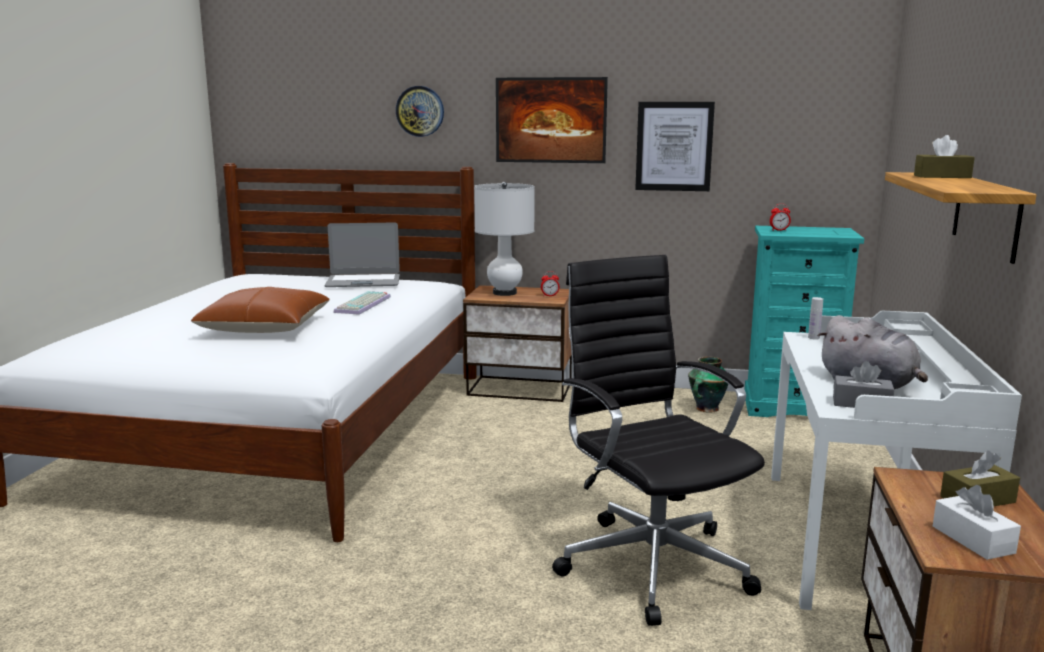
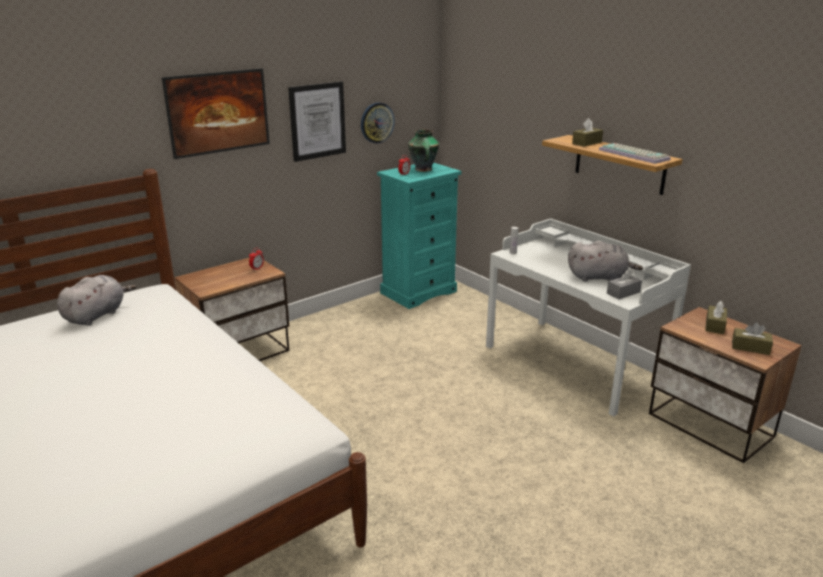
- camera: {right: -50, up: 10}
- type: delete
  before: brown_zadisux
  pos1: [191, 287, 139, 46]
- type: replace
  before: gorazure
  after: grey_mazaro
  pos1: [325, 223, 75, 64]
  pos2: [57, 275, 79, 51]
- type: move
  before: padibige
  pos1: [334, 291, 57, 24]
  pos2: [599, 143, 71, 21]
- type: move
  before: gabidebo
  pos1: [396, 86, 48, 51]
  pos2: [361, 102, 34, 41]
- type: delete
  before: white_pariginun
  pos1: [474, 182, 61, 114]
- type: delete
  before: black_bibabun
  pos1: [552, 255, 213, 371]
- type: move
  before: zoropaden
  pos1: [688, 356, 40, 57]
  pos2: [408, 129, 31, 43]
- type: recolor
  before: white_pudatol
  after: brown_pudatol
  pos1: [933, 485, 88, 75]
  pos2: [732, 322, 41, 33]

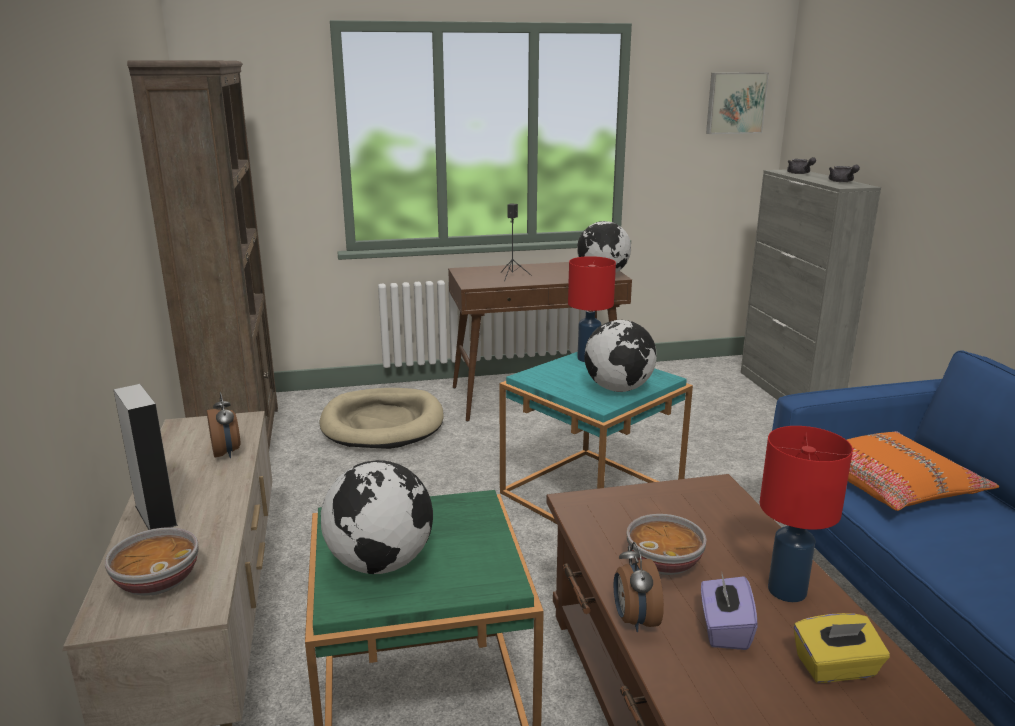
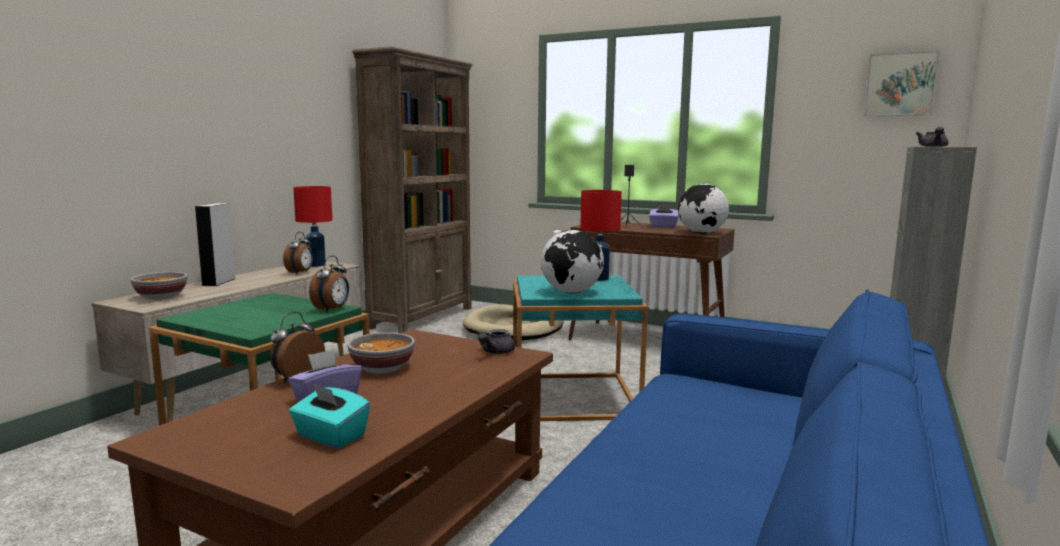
- camera: {right: 40, up: -10}
- type: delete
  before: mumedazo
  pos1: [321, 460, 112, 114]
- type: move
  before: red_pariginun
  pos1: [759, 426, 94, 176]
  pos2: [293, 186, 39, 81]
- type: recolor
  before: yellow_pudatol
  after: turquoise_pudatol
  pos1: [794, 613, 96, 70]
  pos2: [289, 383, 81, 65]
- type: move
  before: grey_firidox
  pos1: [829, 165, 31, 17]
  pos2: [476, 329, 39, 25]
- type: delete
  before: orange_zadisux
  pos1: [847, 431, 152, 80]
- type: insert
  after: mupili
  pos2: [309, 256, 40, 56]
- type: insert
  after: purple_pudatol
  pos2: [649, 204, 30, 24]

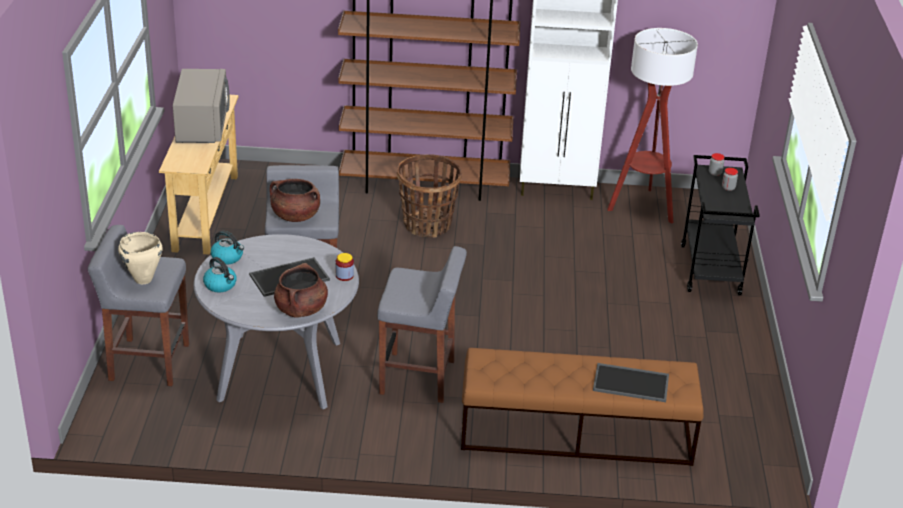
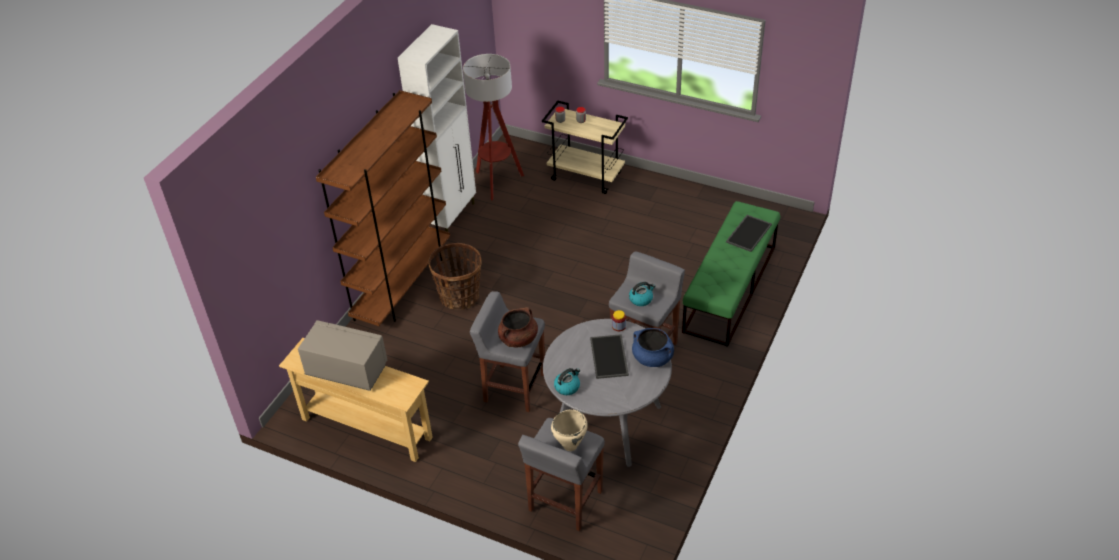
- camera: {right: -65, up: 10}
- type: move
  before: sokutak
  pos1: [203, 257, 34, 35]
  pos2: [629, 282, 26, 24]
- type: recolor
  before: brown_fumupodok
  after: blue_fumupodok
  pos1: [274, 263, 54, 55]
  pos2: [632, 328, 42, 39]
- type: recolor
  before: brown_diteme
  after: green_diteme
  pos1: [461, 348, 243, 118]
  pos2: [682, 201, 98, 146]
- type: recolor
  before: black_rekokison
  after: beige_rekokison
  pos1: [681, 155, 79, 140]
  pos2: [542, 101, 86, 93]

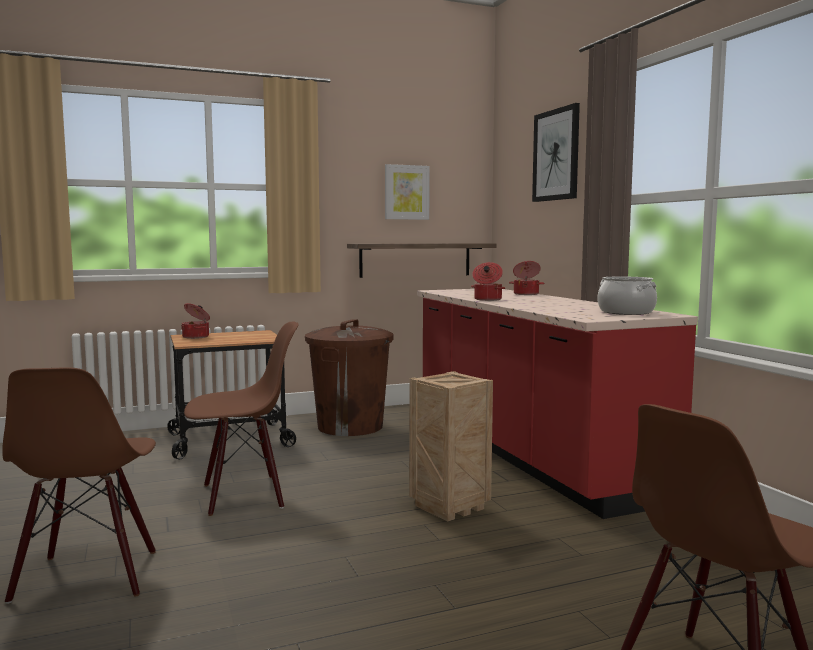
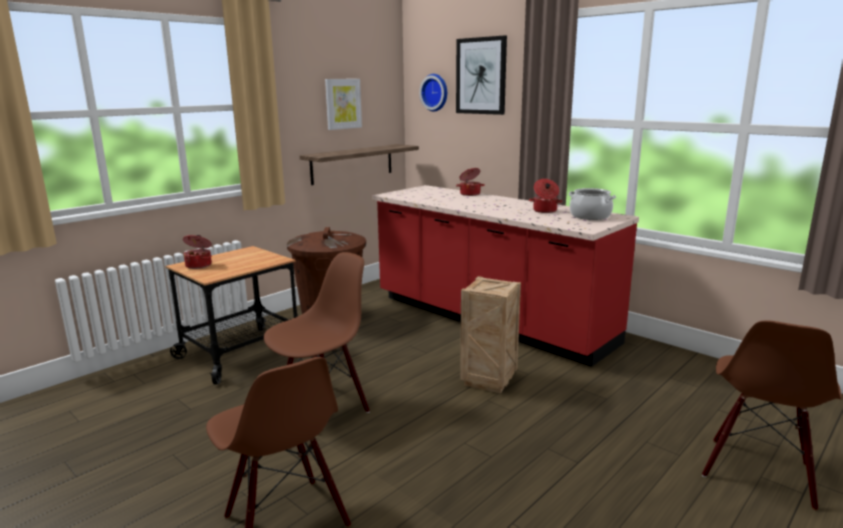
- camera: {right: -25, up: 10}
- type: move
  before: fumupodok
  pos1: [471, 262, 34, 39]
  pos2: [529, 179, 34, 34]
- type: insert
  after: gabidebo
  pos2: [419, 74, 28, 38]

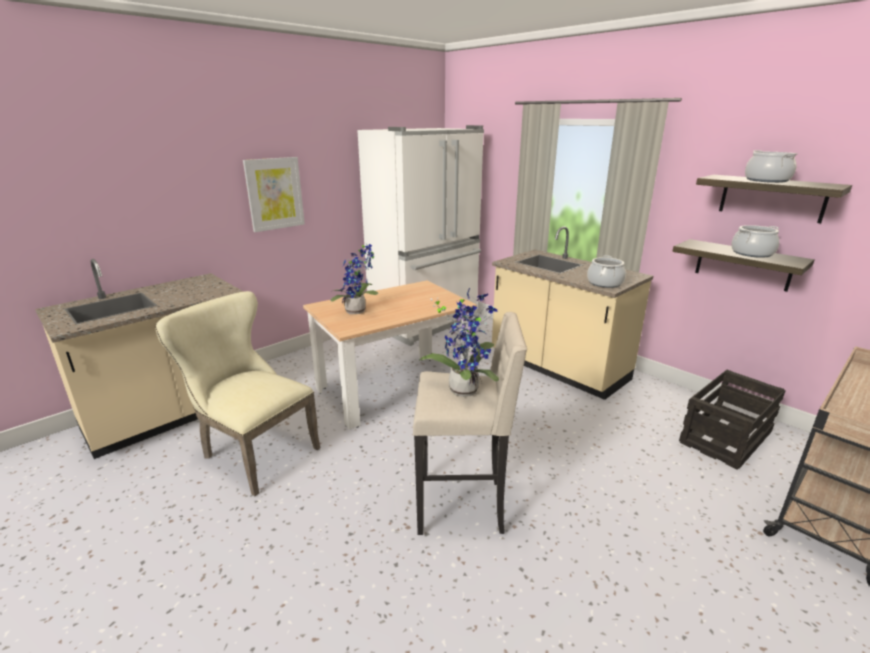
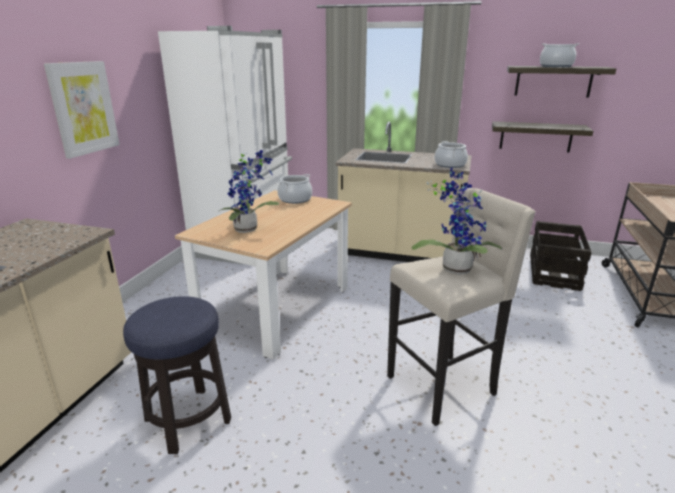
- camera: {right: -30, up: 0}
- type: replace
  before: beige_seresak
  after: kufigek
  pos1: [155, 291, 165, 205]
  pos2: [123, 296, 108, 158]
- type: move
  before: fumupodok
  pos1: [731, 225, 48, 33]
  pos2: [277, 174, 35, 30]

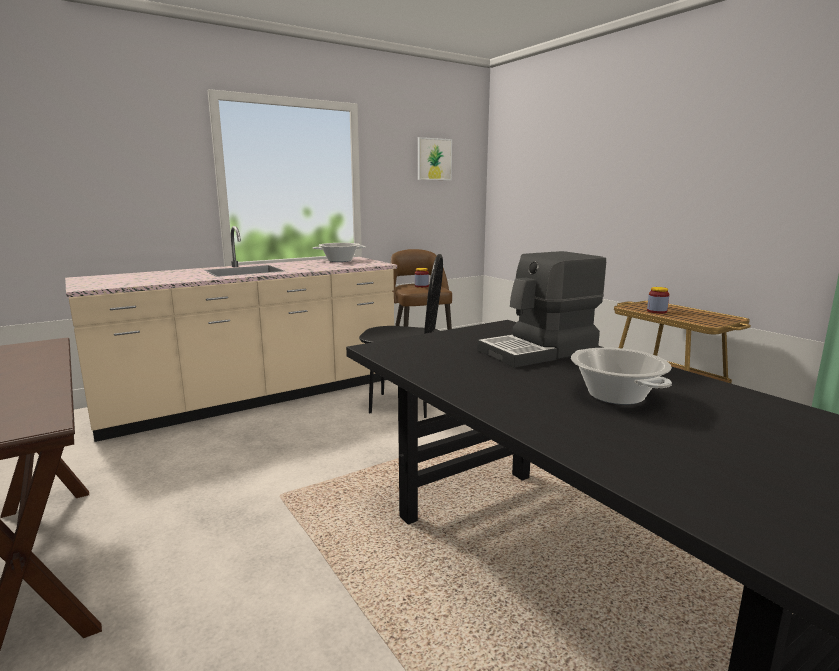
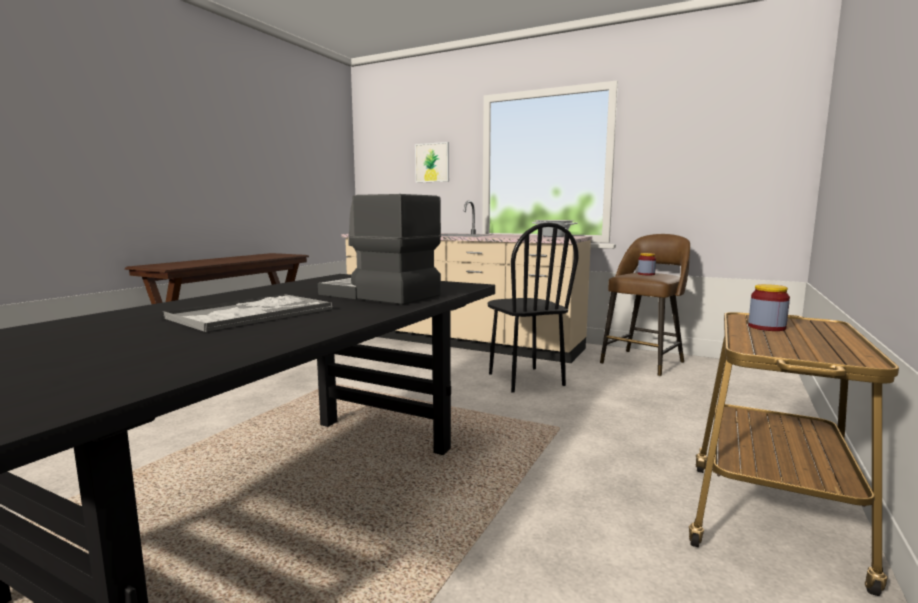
- camera: {right: 60, up: -5}
- type: move
  before: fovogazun
  pos1: [418, 137, 34, 43]
  pos2: [415, 142, 34, 41]
- type: replace
  before: fumupodok
  after: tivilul
  pos1: [571, 348, 101, 57]
  pos2: [162, 294, 170, 38]

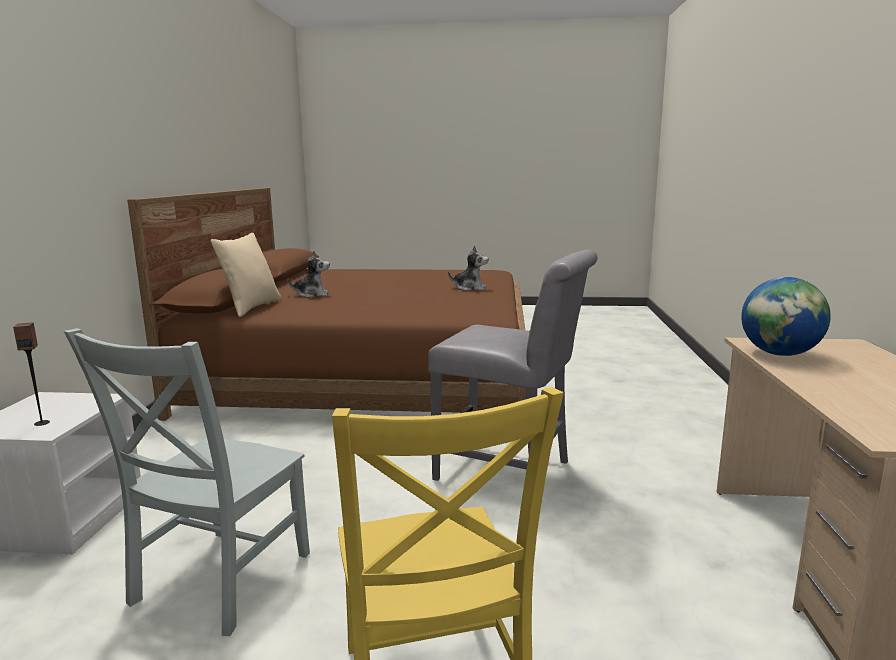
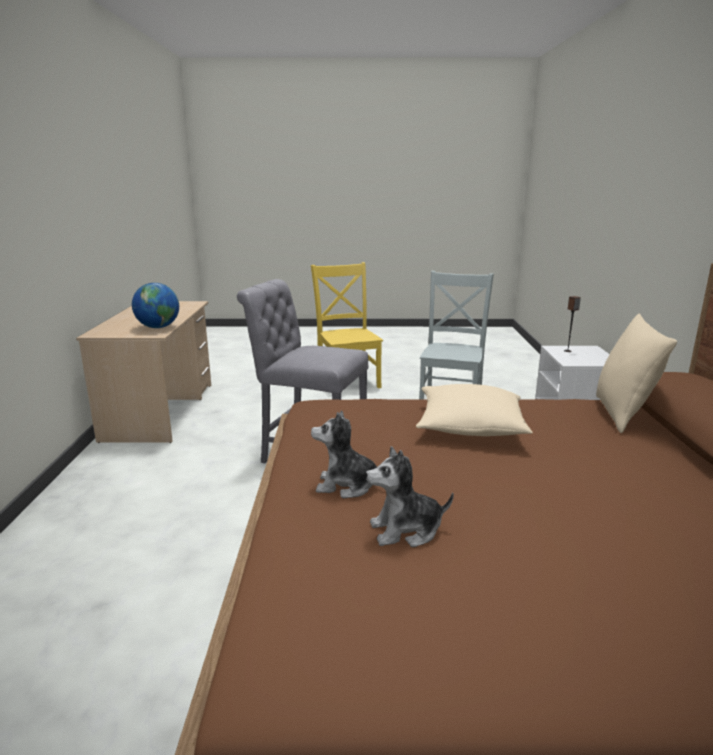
- camera: {right: 175, up: 5}
- type: move
  before: mazaro
  pos1: [287, 251, 43, 47]
  pos2: [366, 446, 88, 101]
- type: insert
  after: beige_zadisux
  pos2: [416, 384, 117, 52]

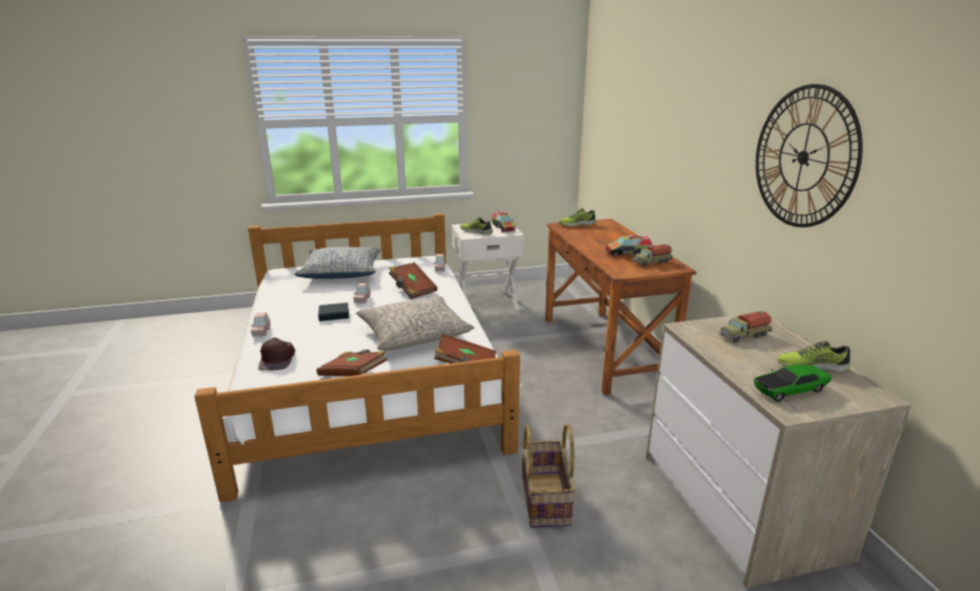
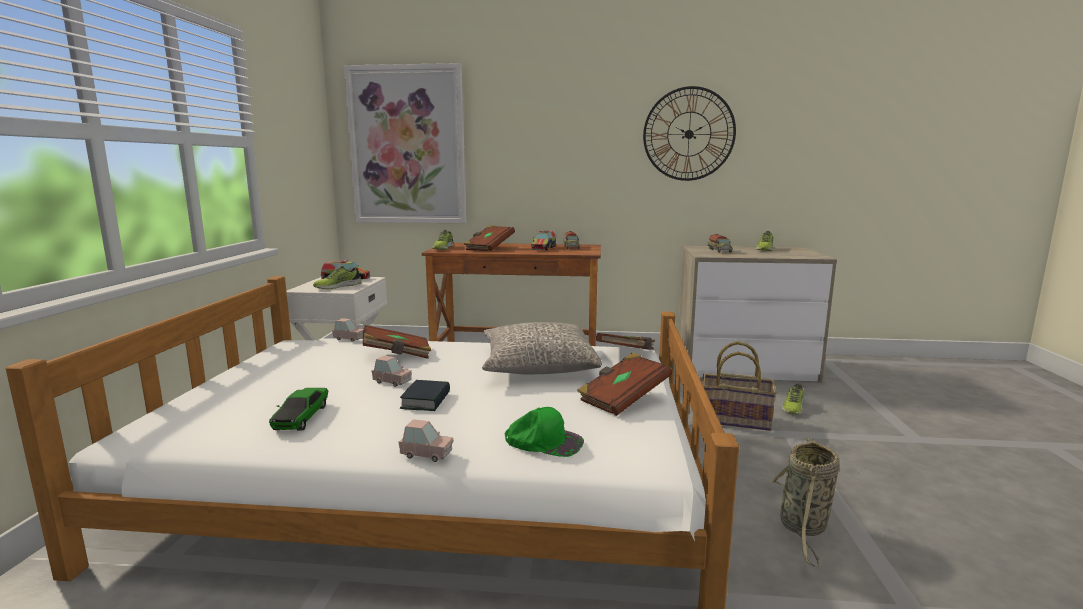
- camera: {right: -70, up: -10}
- type: recolor
  before: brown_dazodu
  after: green_dazodu
  pos1: [258, 337, 37, 33]
  pos2: [505, 407, 79, 50]
- type: delete
  before: zadisux
  pos1: [295, 247, 86, 32]
- type: move
  before: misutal
  pos1: [754, 364, 78, 38]
  pos2: [269, 388, 59, 43]
- type: insert
  after: fovogazun
  pos2: [344, 63, 122, 160]
- type: insert
  after: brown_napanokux
  pos2: [464, 225, 51, 26]
- type: insert
  after: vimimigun
  pos2: [770, 438, 70, 130]
- type: insert
  after: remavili
  pos2: [782, 384, 22, 30]

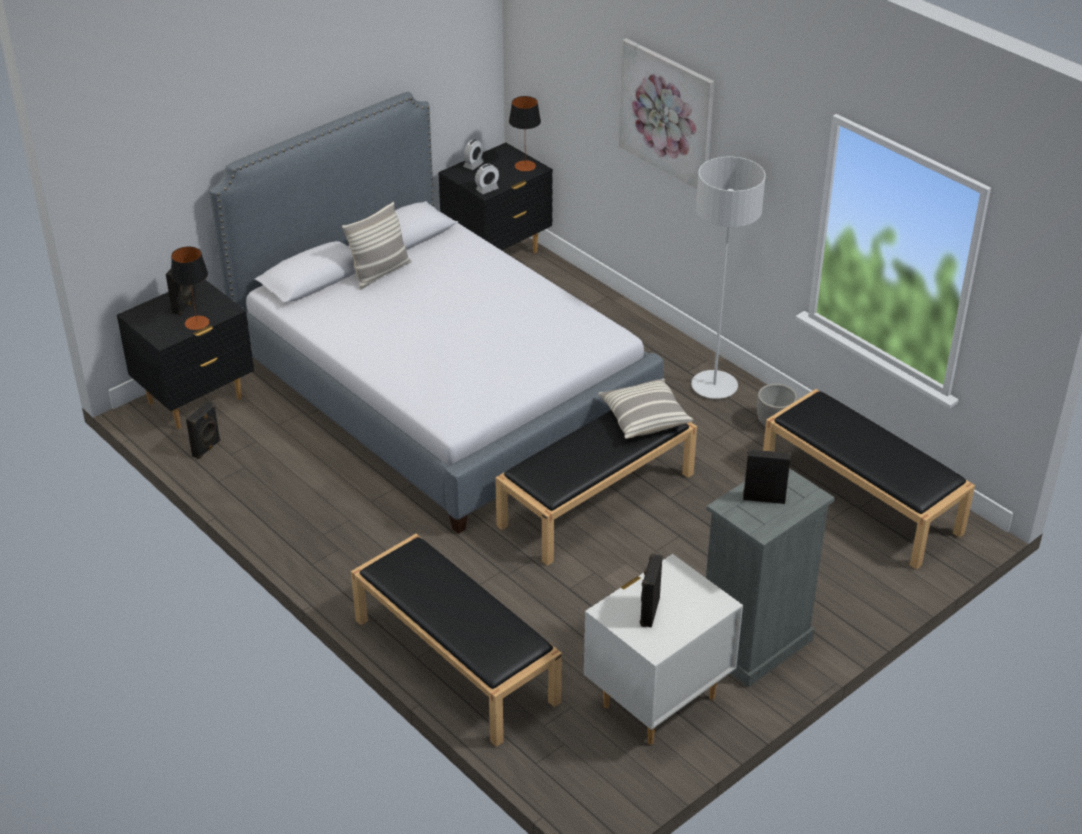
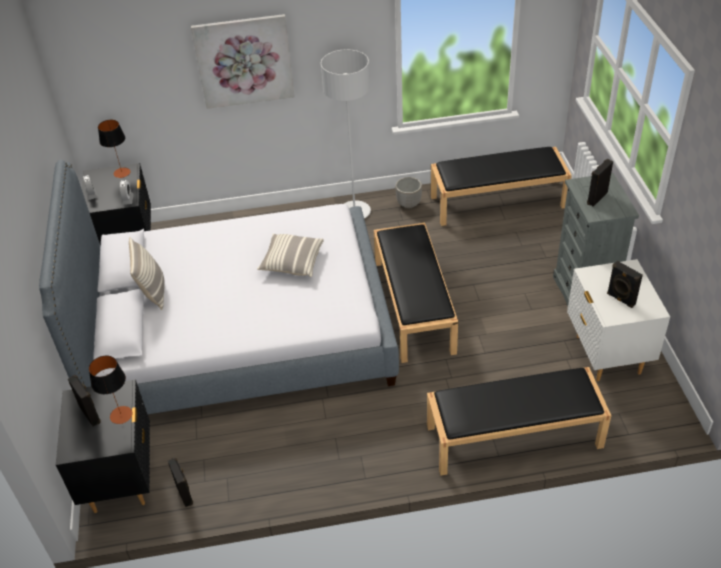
- camera: {right: -55, up: 5}
- type: move
  before: zadisux
  pos1: [598, 378, 95, 61]
  pos2: [257, 234, 67, 43]

